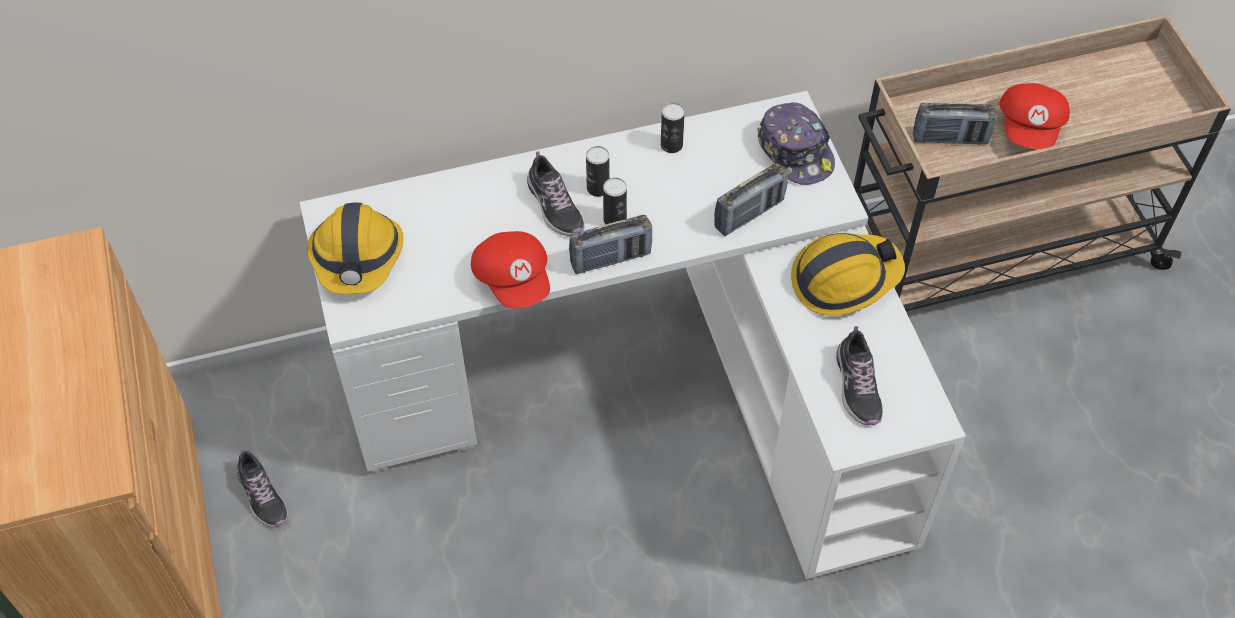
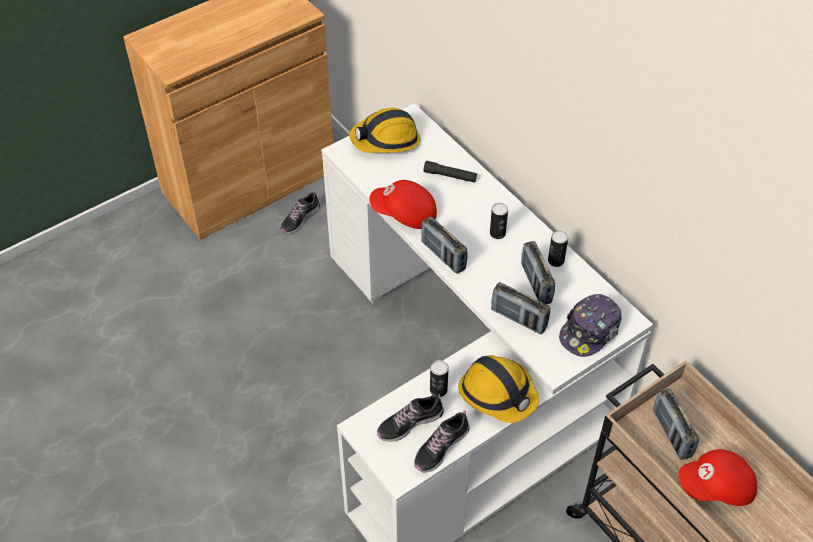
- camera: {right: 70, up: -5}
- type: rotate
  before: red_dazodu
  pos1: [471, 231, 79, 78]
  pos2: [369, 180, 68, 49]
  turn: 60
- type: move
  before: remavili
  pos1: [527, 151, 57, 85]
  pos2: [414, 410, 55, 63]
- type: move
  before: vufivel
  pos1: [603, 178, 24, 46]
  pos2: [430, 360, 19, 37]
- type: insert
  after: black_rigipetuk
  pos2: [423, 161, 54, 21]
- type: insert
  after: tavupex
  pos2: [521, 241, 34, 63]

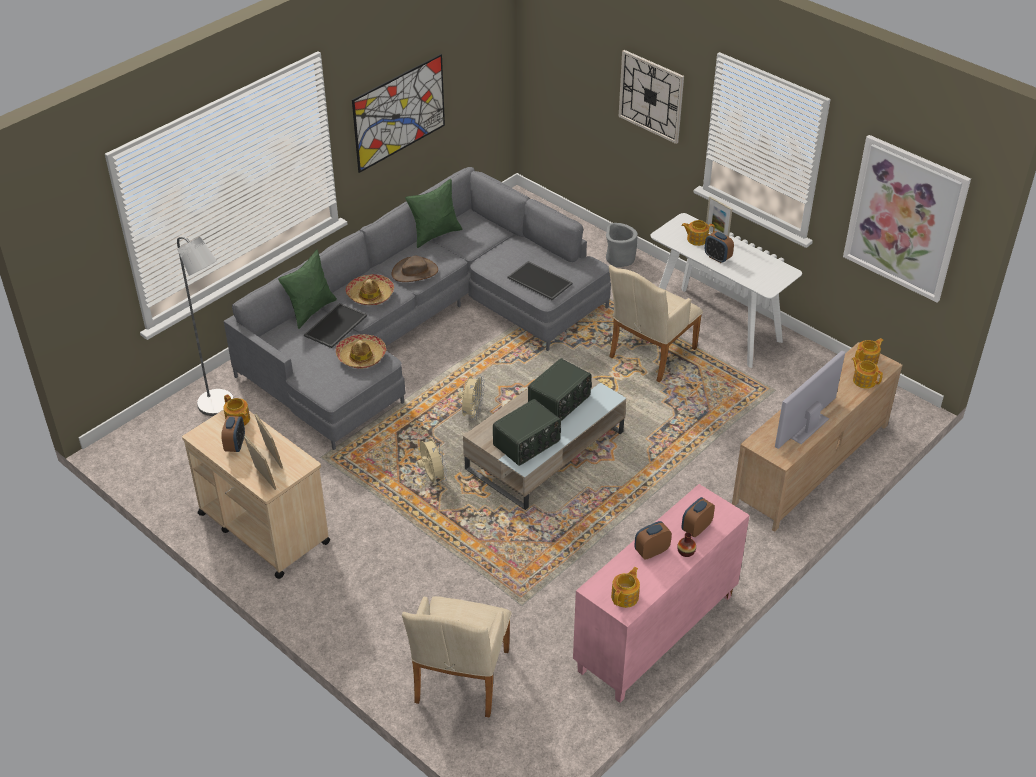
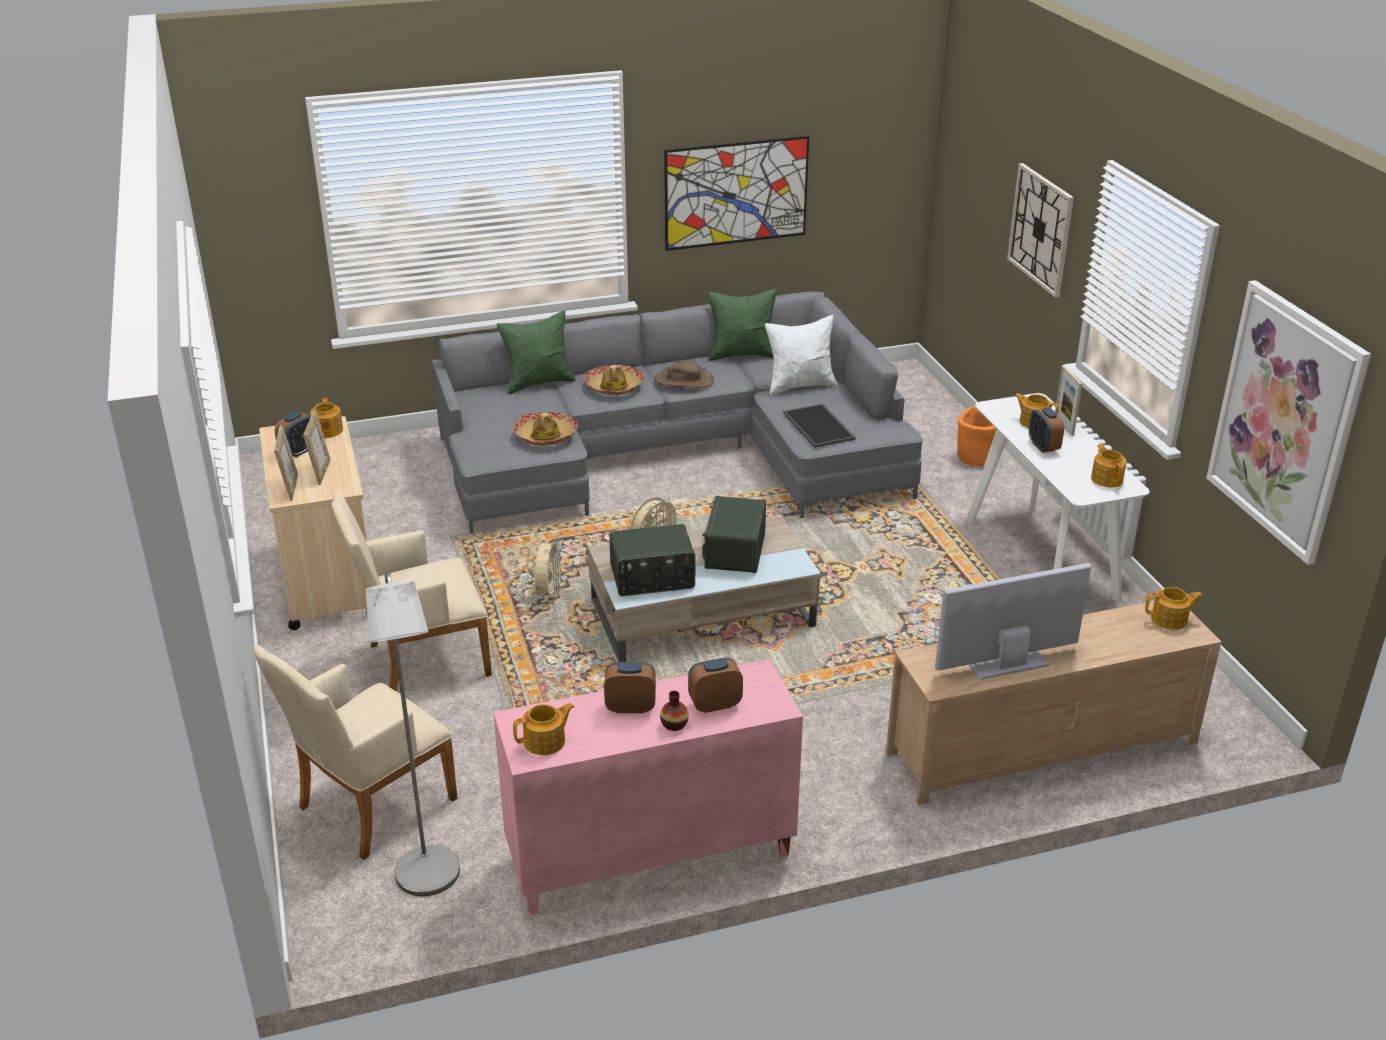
- camera: {right: 30, up: -10}
- type: move
  before: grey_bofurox
  pos1: [177, 237, 57, 179]
  pos2: [366, 571, 94, 325]
- type: delete
  before: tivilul
  pos1: [304, 303, 63, 45]
- type: rotate
  before: tavupex
  pos1: [528, 358, 64, 63]
  pos2: [702, 496, 64, 77]
  turn: 120
- type: recolor
  before: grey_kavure
  after: orange_kavure
  pos1: [606, 223, 32, 44]
  pos2: [957, 406, 39, 60]
- type: move
  before: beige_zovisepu
  pos1: [609, 265, 94, 118]
  pos2: [332, 491, 160, 200]
- type: move
  before: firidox
  pos1: [852, 357, 31, 32]
  pos2: [1091, 444, 35, 44]
- type: insert
  after: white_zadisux
  pos2: [765, 315, 73, 80]

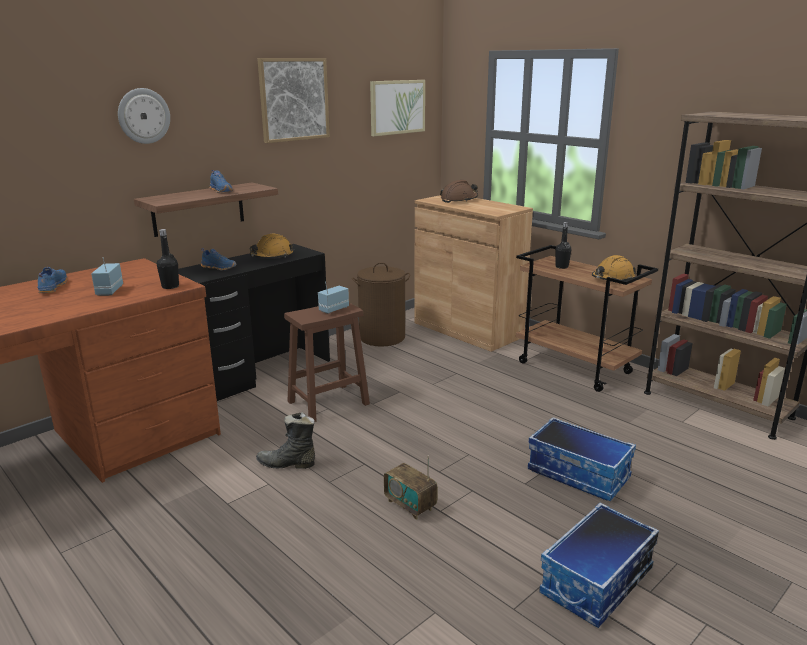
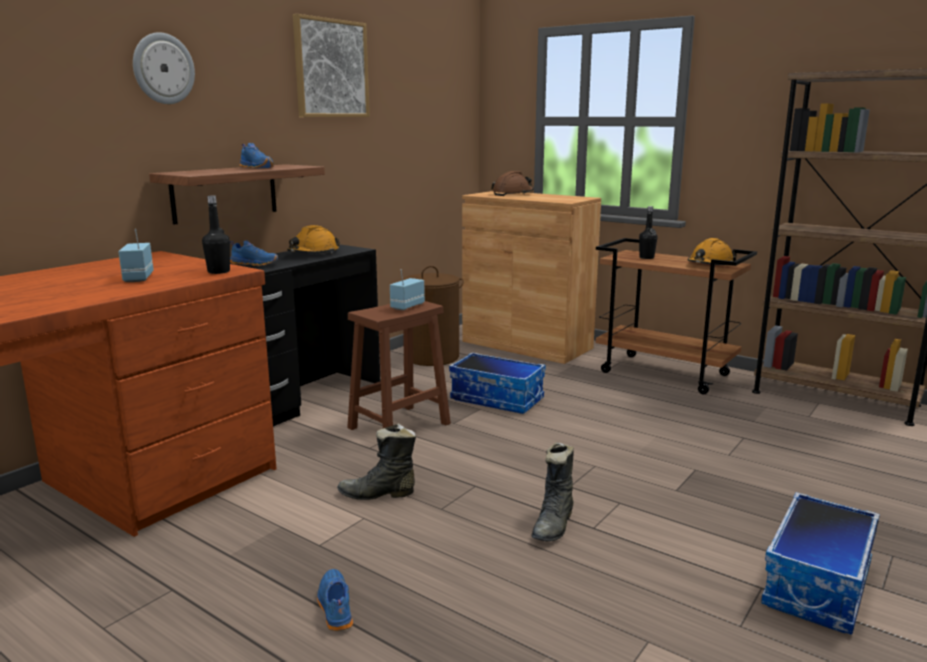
- camera: {right: -10, up: -5}
- type: move
  before: blue_remavili
  pos1: [38, 267, 29, 26]
  pos2: [317, 569, 36, 62]
- type: delete
  before: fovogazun
  pos1: [370, 80, 55, 56]
- type: replace
  before: tavupex
  after: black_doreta
  pos1: [384, 456, 54, 64]
  pos2: [532, 442, 42, 99]
- type: move
  before: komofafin
  pos1: [528, 417, 108, 84]
  pos2: [449, 352, 97, 62]

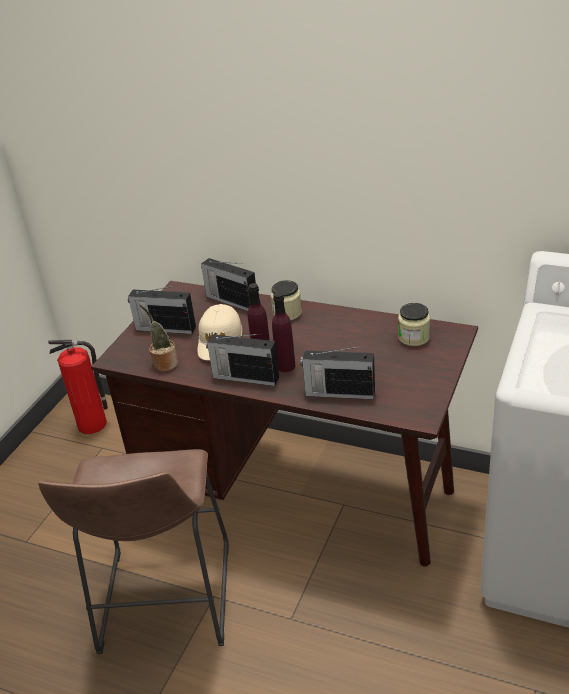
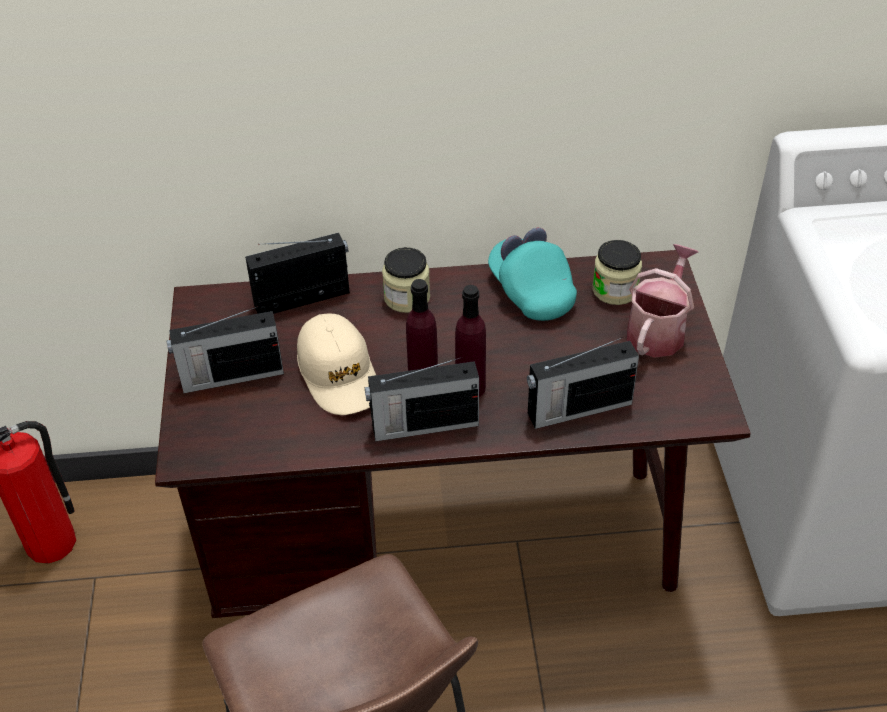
- camera: {right: -30, up: 10}
- type: delete
  before: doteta
  pos1: [139, 304, 39, 68]
- type: rotate
  before: tavupex
  pos1: [201, 258, 55, 53]
  pos2: [245, 233, 105, 81]
  turn: 150
- type: insert
  after: turquoise_dazodu
  pos2: [488, 228, 89, 93]
- type: insert
  after: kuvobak
  pos2: [627, 244, 71, 114]

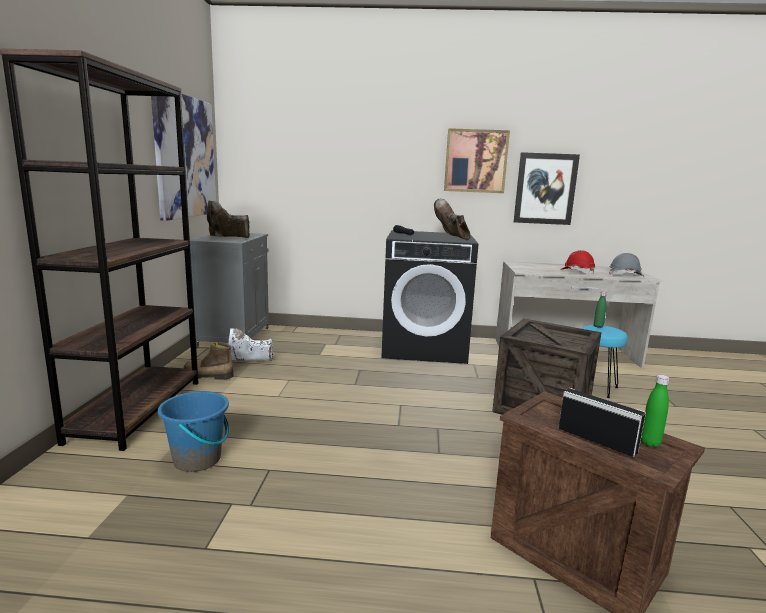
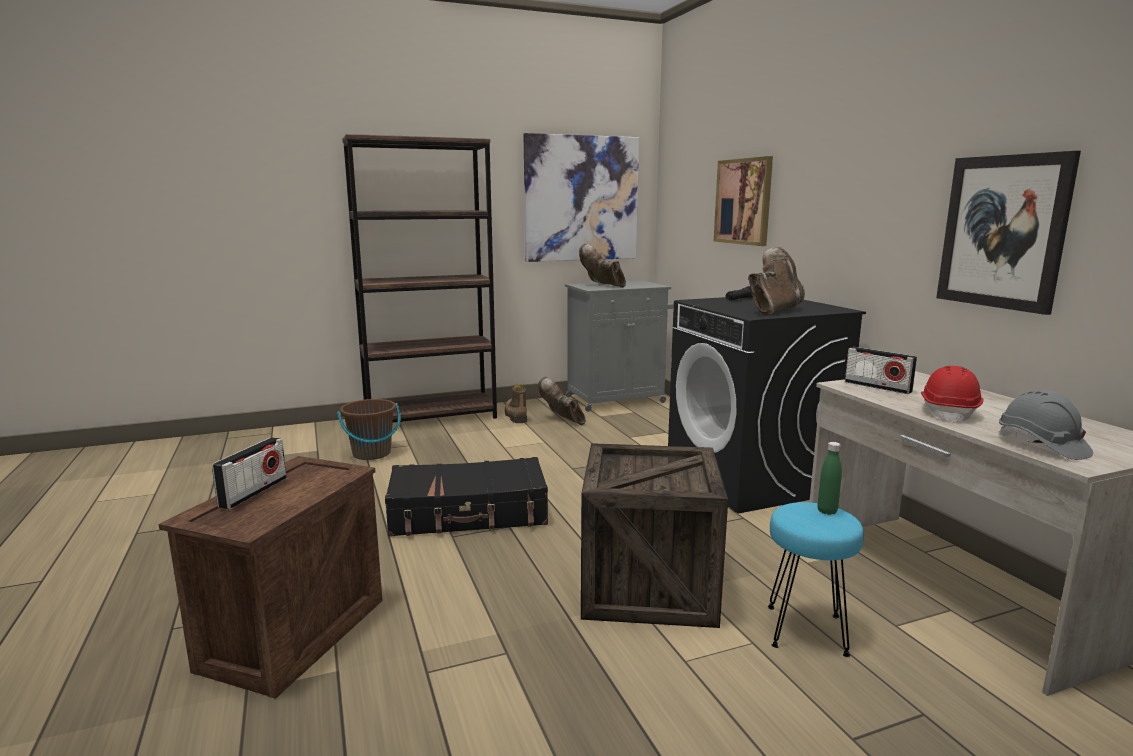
- camera: {right: 65, up: 0}
- type: recolor
  before: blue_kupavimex
  after: brown_kupavimex
  pos1: [158, 391, 71, 81]
  pos2: [337, 399, 64, 61]
- type: recolor
  before: white_doreta
  after: brown_doreta
  pos1: [228, 328, 45, 33]
  pos2: [538, 377, 48, 48]
- type: move
  before: fovogazun
  pos1: [444, 128, 66, 65]
  pos2: [714, 156, 59, 90]
- type: delete
  before: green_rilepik
  pos1: [641, 375, 29, 72]
- type: insert
  after: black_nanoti
  pos2: [385, 457, 163, 80]
- type: insert
  after: tavupex
  pos2: [845, 347, 72, 47]

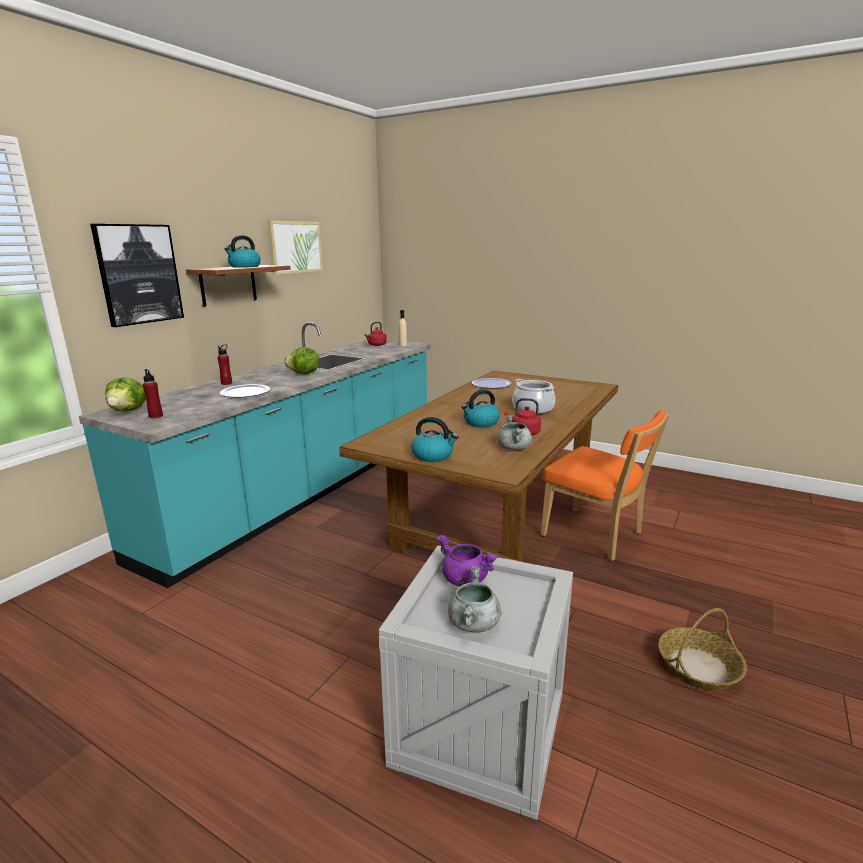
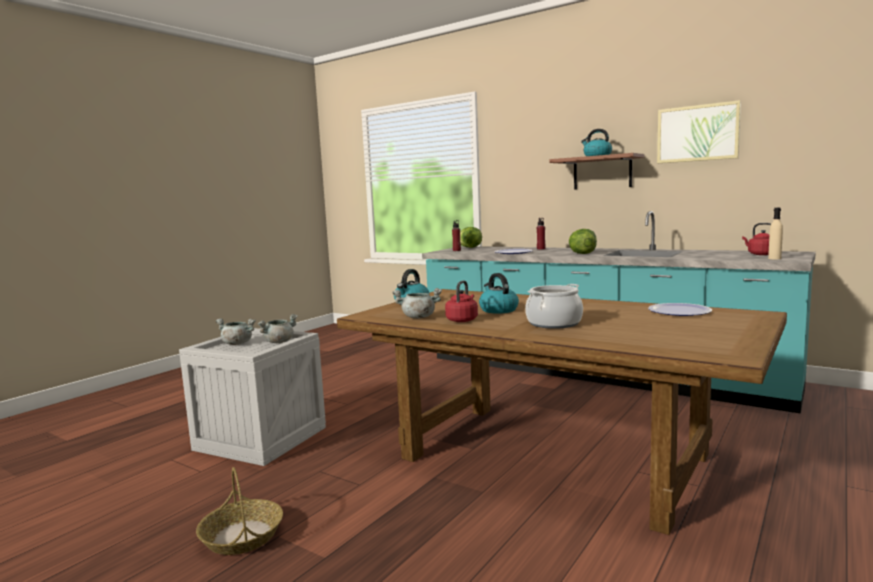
- camera: {right: 95, up: -10}
- type: delete
  before: fovogazun
  pos1: [90, 224, 94, 103]
- type: recolor
  before: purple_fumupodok
  after: grey_fumupodok
  pos1: [437, 535, 61, 51]
  pos2: [258, 314, 39, 29]
- type: delete
  before: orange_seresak
  pos1: [541, 409, 128, 152]

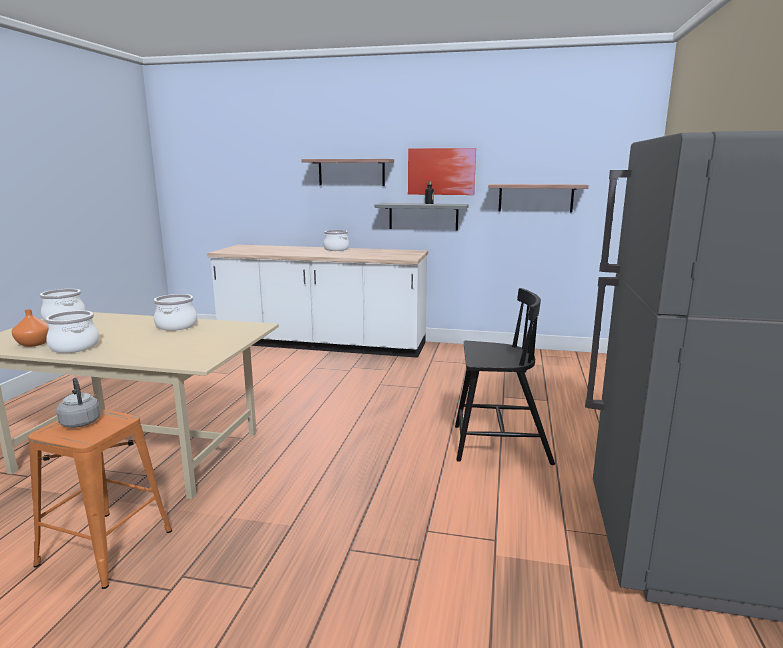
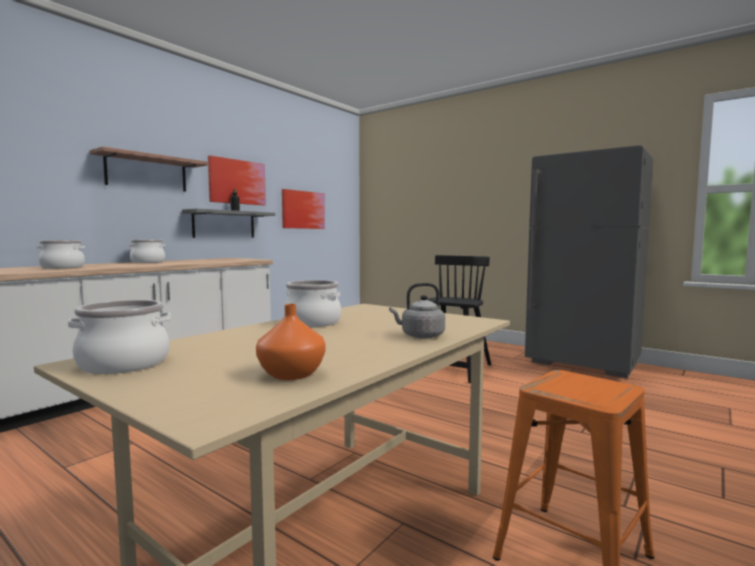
- camera: {right: -65, up: -10}
- type: move
  before: fumupodok
  pos1: [45, 311, 54, 42]
  pos2: [37, 240, 48, 29]
- type: move
  before: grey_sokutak
  pos1: [56, 378, 45, 50]
  pos2: [389, 283, 56, 55]
- type: replace
  before: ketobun
  after: fovogazun
  pos1: [488, 184, 101, 29]
  pos2: [282, 189, 43, 40]

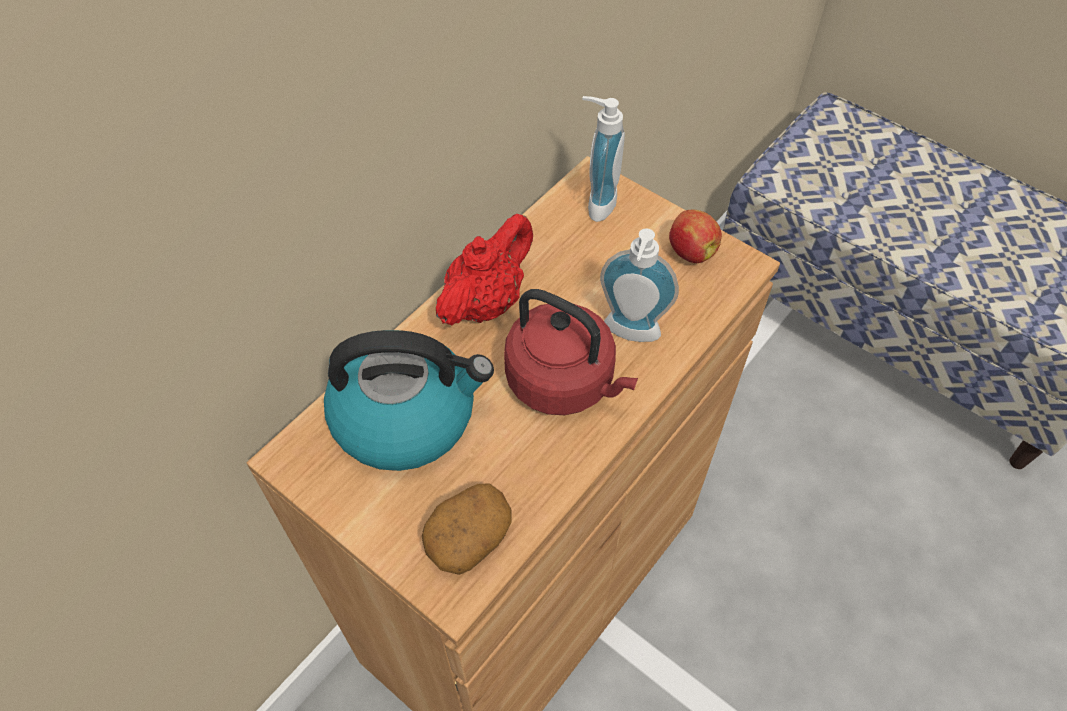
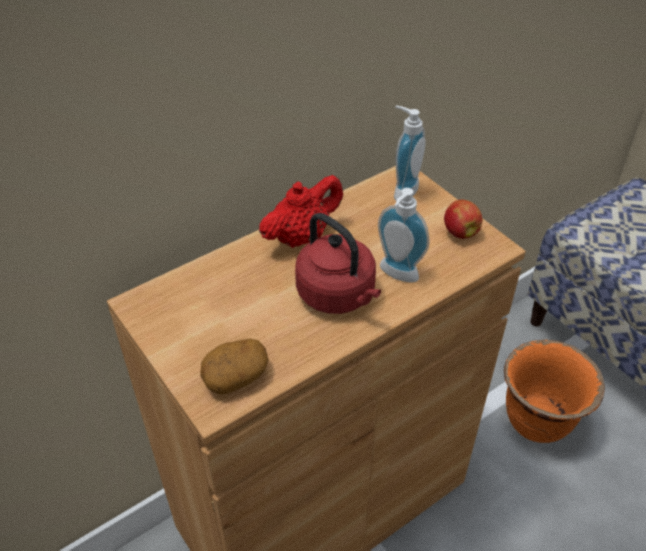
- camera: {right: 15, up: -10}
- type: delete
  before: sokutak
  pos1: [324, 330, 170, 141]
- type: insert
  after: orange_kavure
  pos2: [504, 340, 101, 103]

